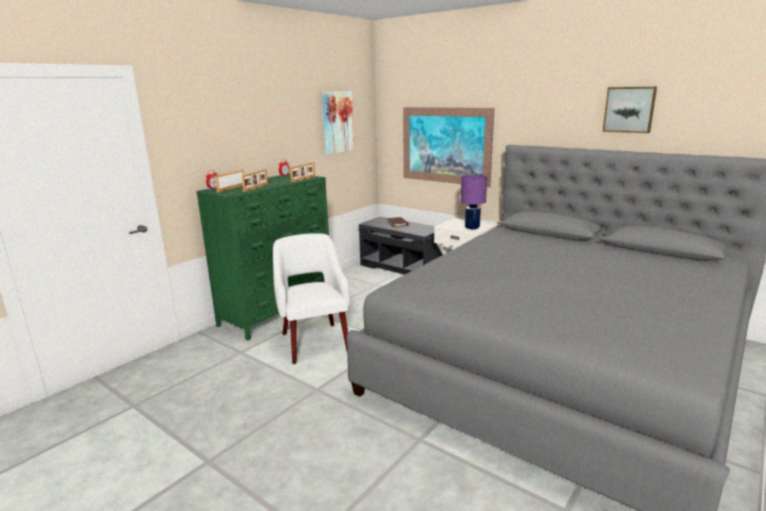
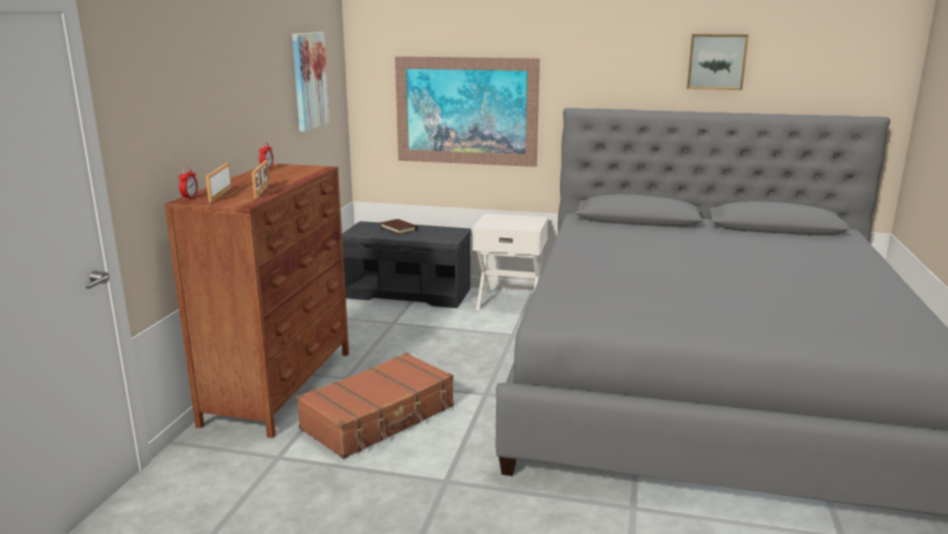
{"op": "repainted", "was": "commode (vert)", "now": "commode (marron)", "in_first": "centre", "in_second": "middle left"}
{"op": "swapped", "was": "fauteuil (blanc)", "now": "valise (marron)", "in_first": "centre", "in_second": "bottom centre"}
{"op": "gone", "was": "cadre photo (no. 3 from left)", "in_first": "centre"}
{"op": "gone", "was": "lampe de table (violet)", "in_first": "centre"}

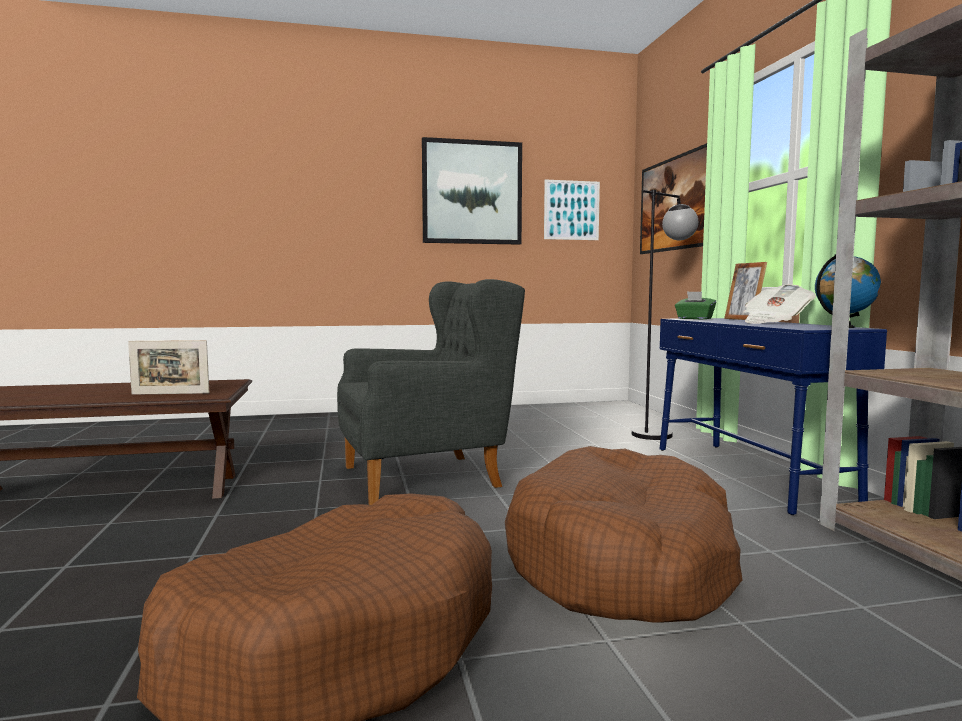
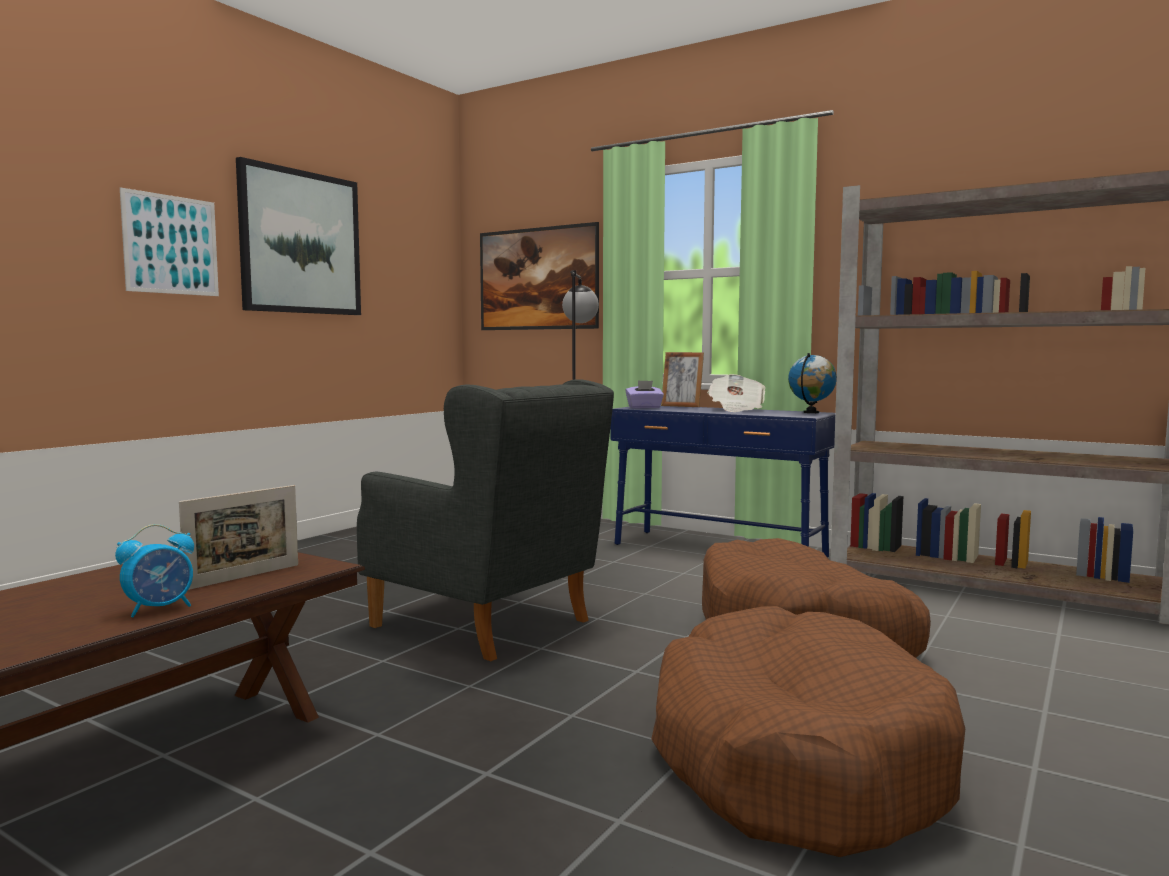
{"op": "rotated", "was": "fauteuil (gris)", "in_first": "centre", "in_second": "centre", "clockwise": 105}
{"op": "shifted", "was": "tableau (no. 2 from left in the first image)", "now": "tableau (no. 1 from left)", "in_first": "top centre", "in_second": "top left"}
{"op": "repainted", "was": "boîte à mouchoirs (vert)", "now": "boîte à mouchoirs (violet)", "in_first": "middle right", "in_second": "centre"}
{"op": "new", "now": "réveil", "in_second": "middle left"}

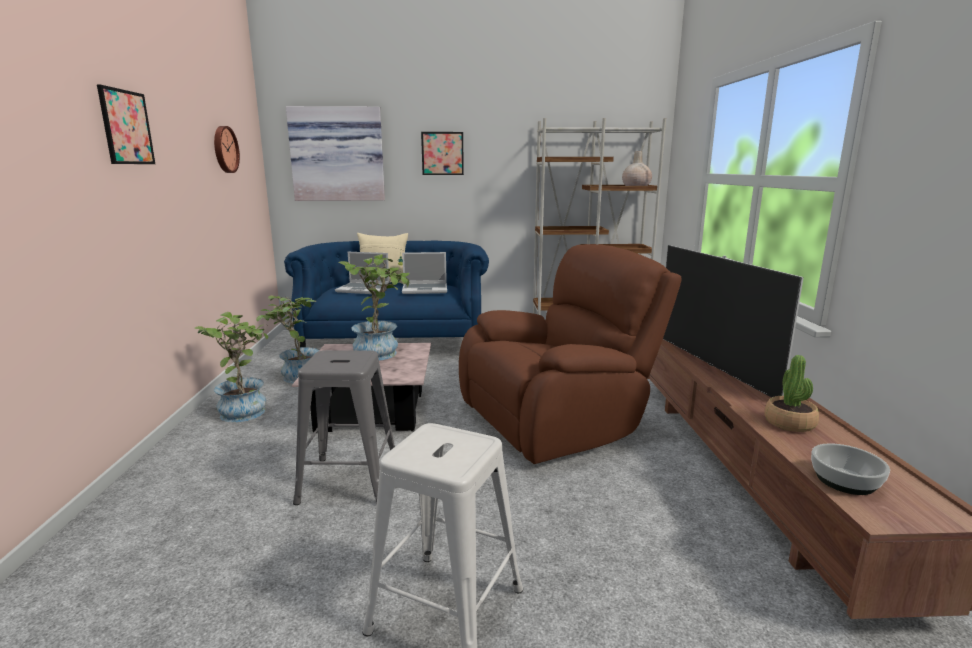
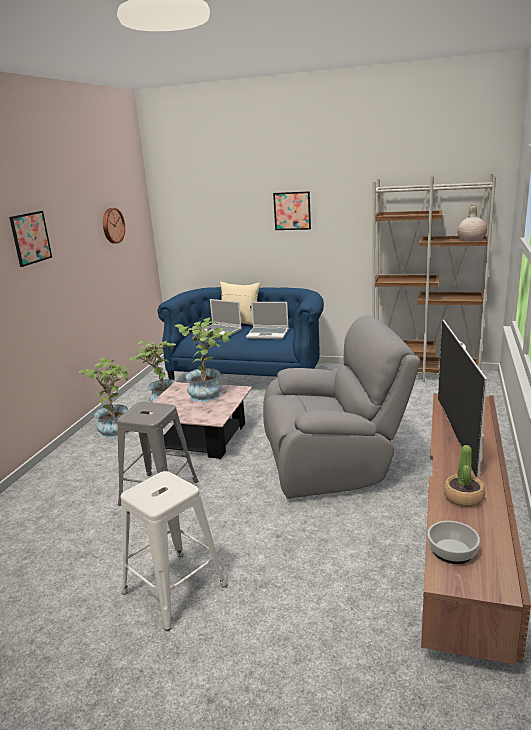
{"op": "gone", "was": "tableau (no. 2 from left)", "in_first": "top centre"}
{"op": "repainted", "was": "fauteuil (marron)", "now": "fauteuil (gris)", "in_first": "centre", "in_second": "centre"}

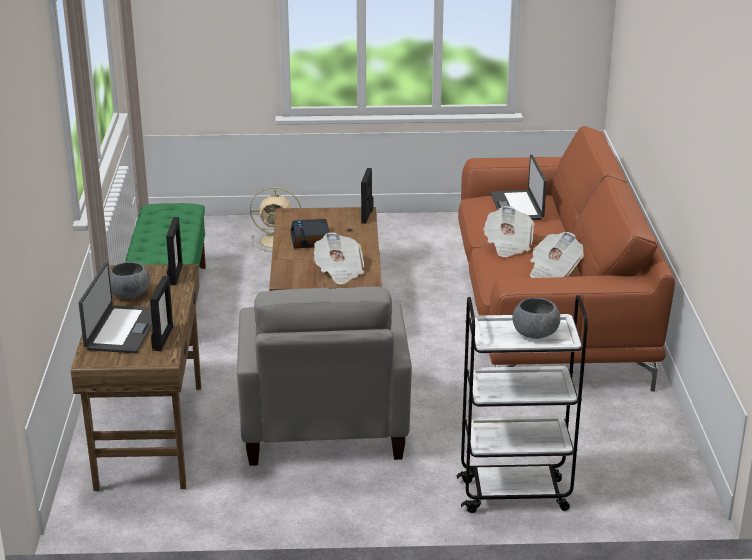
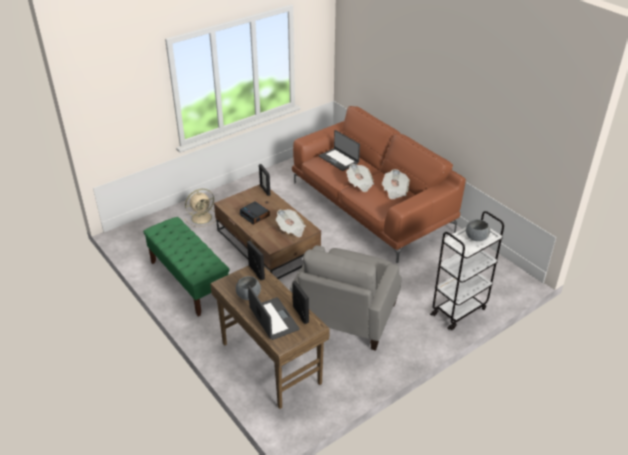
{"op": "rotated", "was": "fauteuil (gris)", "in_first": "bottom centre", "in_second": "centre", "clockwise": 60}

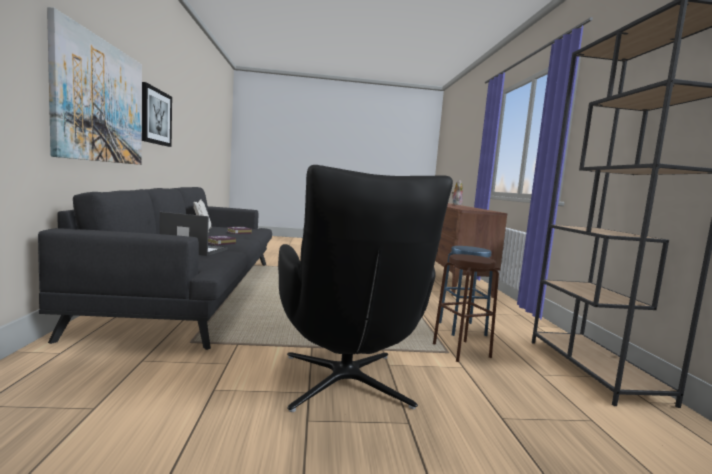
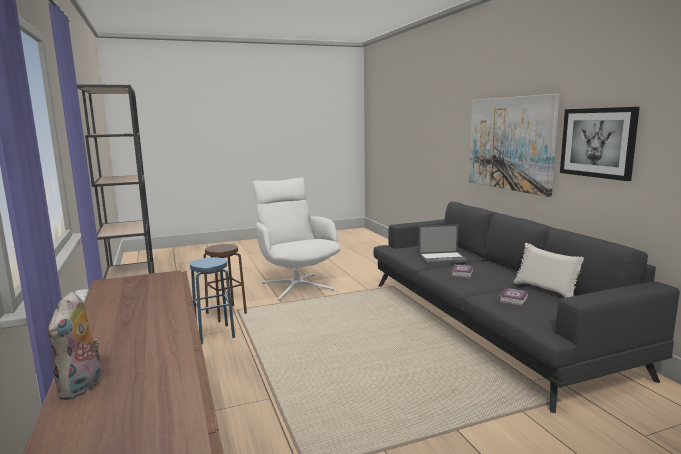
{"op": "repainted", "was": "fauteuil (noir)", "now": "fauteuil (blanc)", "in_first": "centre", "in_second": "centre"}

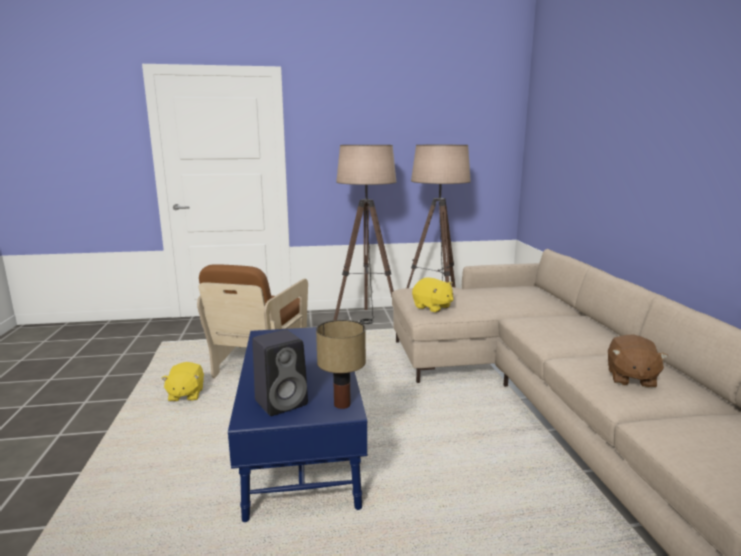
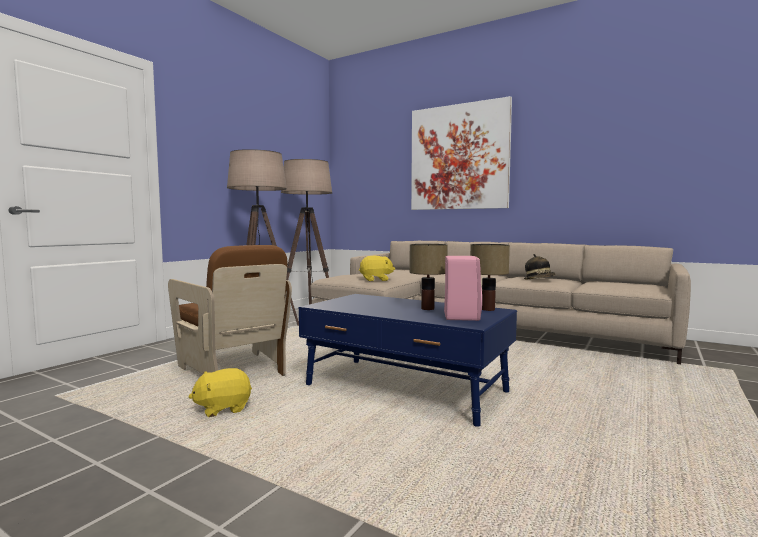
{"op": "rotated", "was": "peluche (jaune) (no. 1 from left)", "in_first": "bottom left", "in_second": "bottom left", "clockwise": 120}
{"op": "repainted", "was": "enceinte (noir)", "now": "enceinte (rose)", "in_first": "bottom centre", "in_second": "centre"}
{"op": "swapped", "was": "peluche (marron)", "now": "chapeau", "in_first": "middle right", "in_second": "middle right"}
{"op": "new", "now": "lampe de table (no. 1 from left)", "in_second": "centre"}
{"op": "new", "now": "tableau", "in_second": "top centre"}

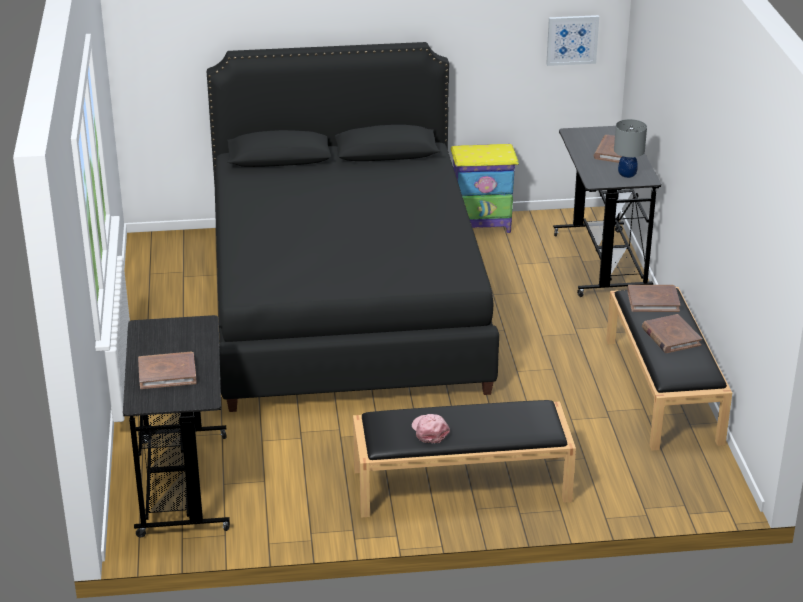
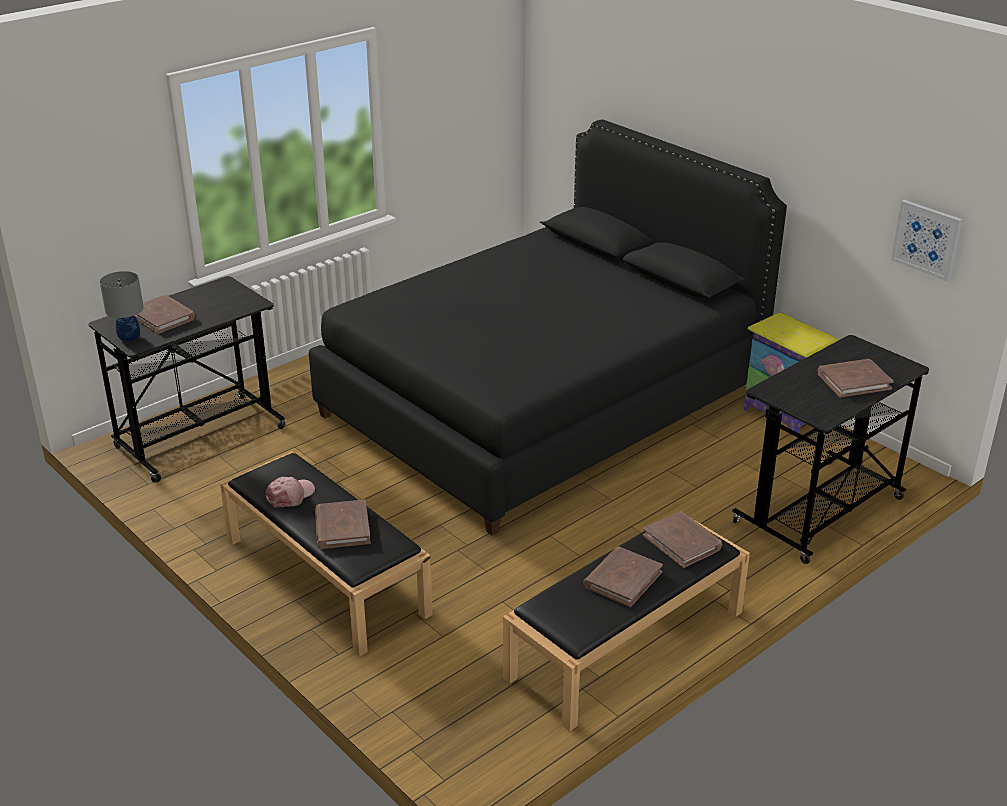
{"op": "shifted", "was": "lampe de table (gris)", "in_first": "top right", "in_second": "middle left"}
{"op": "new", "now": "livre (marron) (no. 2 from left)", "in_second": "centre"}

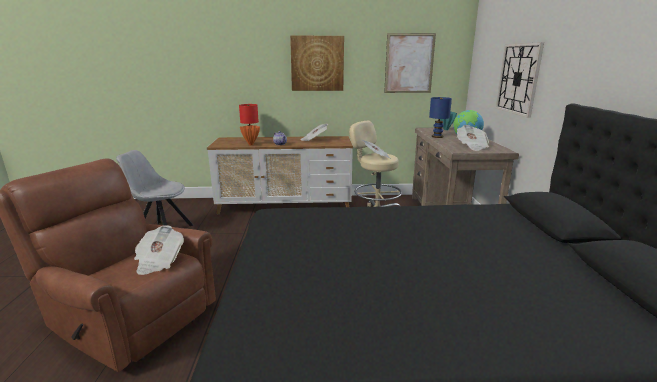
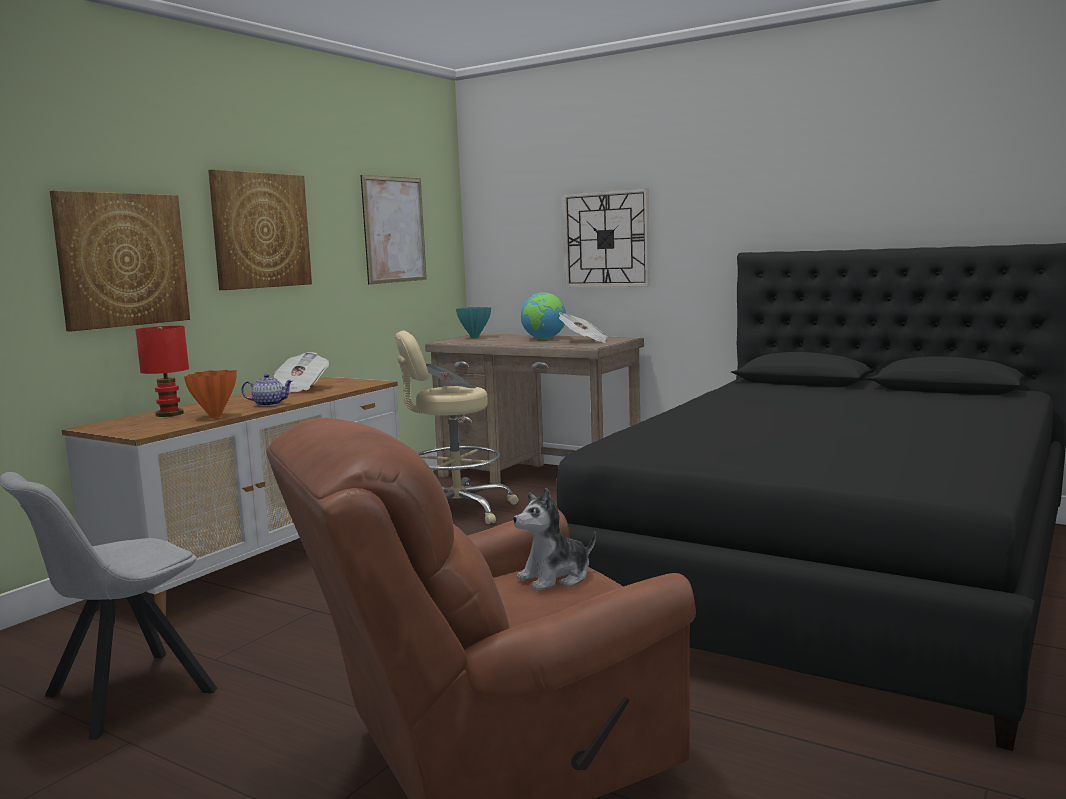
{"op": "swapped", "was": "journal (no. 1 from left)", "now": "peluche", "in_first": "middle left", "in_second": "bottom centre"}
{"op": "gone", "was": "lampe de table (bleu)", "in_first": "top right"}
{"op": "new", "now": "tableau (no. 1 from left)", "in_second": "top left"}

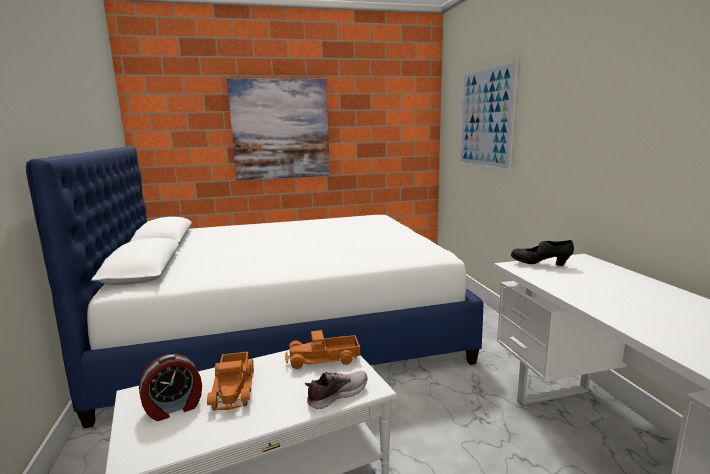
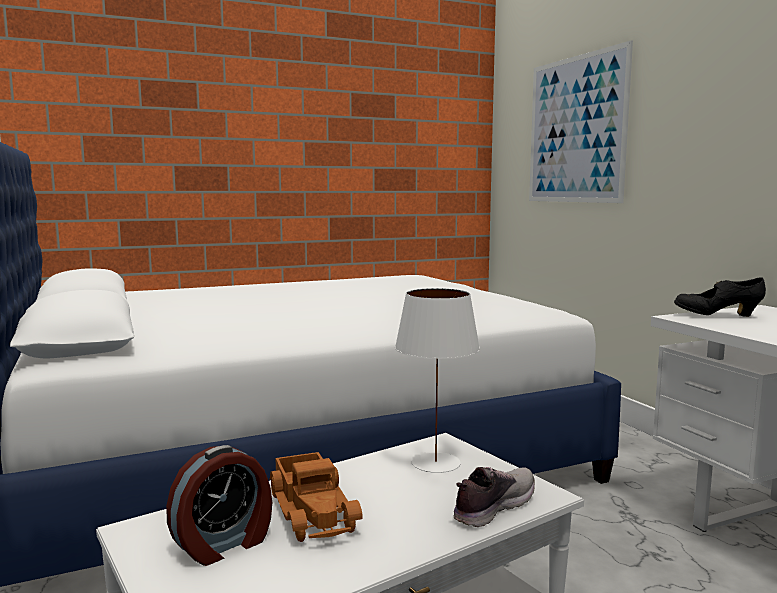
{"op": "gone", "was": "tableau (no. 1 from left)", "in_first": "top centre"}
{"op": "swapped", "was": "camion jouet (no. 2 from left)", "now": "lampe de table (blanc)", "in_first": "bottom centre", "in_second": "centre"}

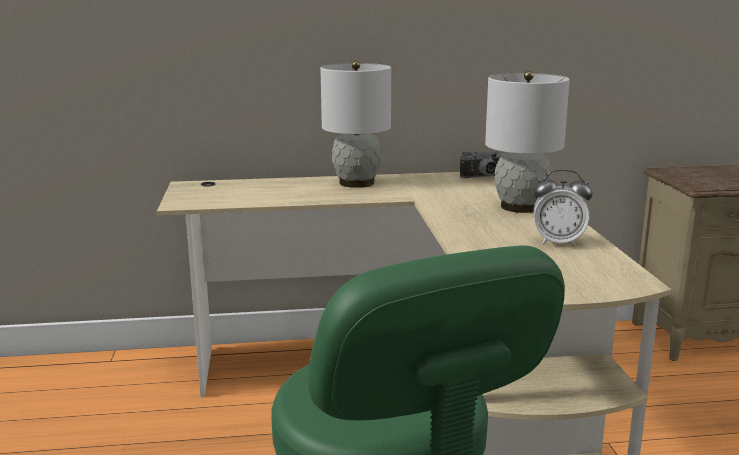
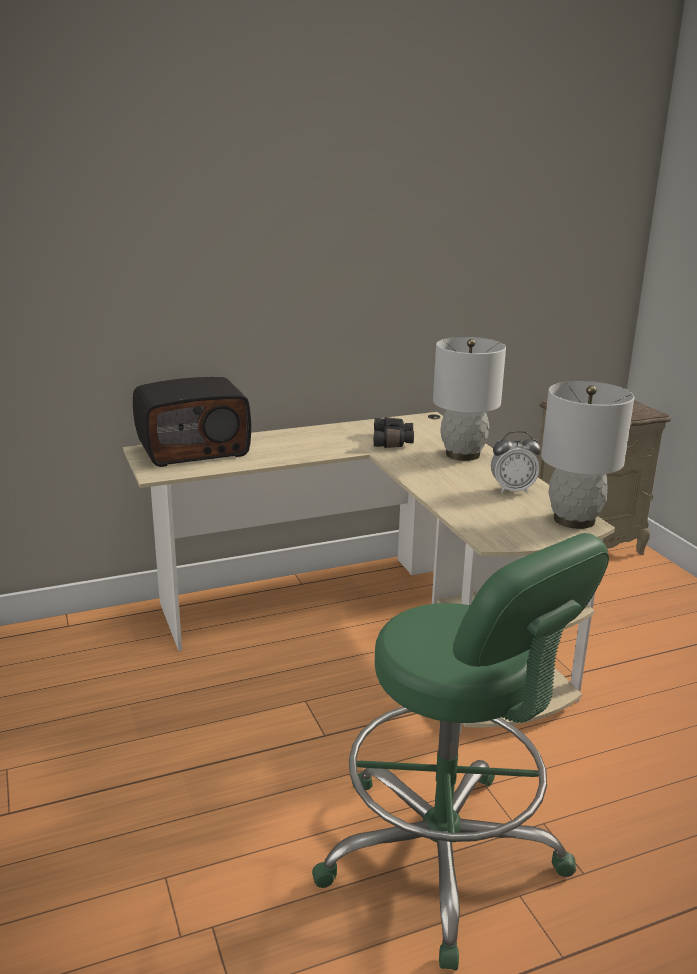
{"op": "shifted", "was": "lampe de table (blanc) (no. 1 from left in the first image)", "now": "lampe de table (blanc) (no. 2 from left)", "in_first": "top centre", "in_second": "middle right"}
{"op": "gone", "was": "appareil photo", "in_first": "centre"}
{"op": "new", "now": "radio", "in_second": "middle left"}
{"op": "new", "now": "jumelles (noir)", "in_second": "centre"}

